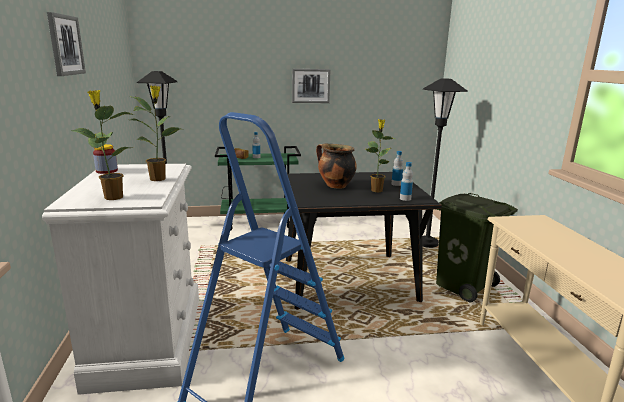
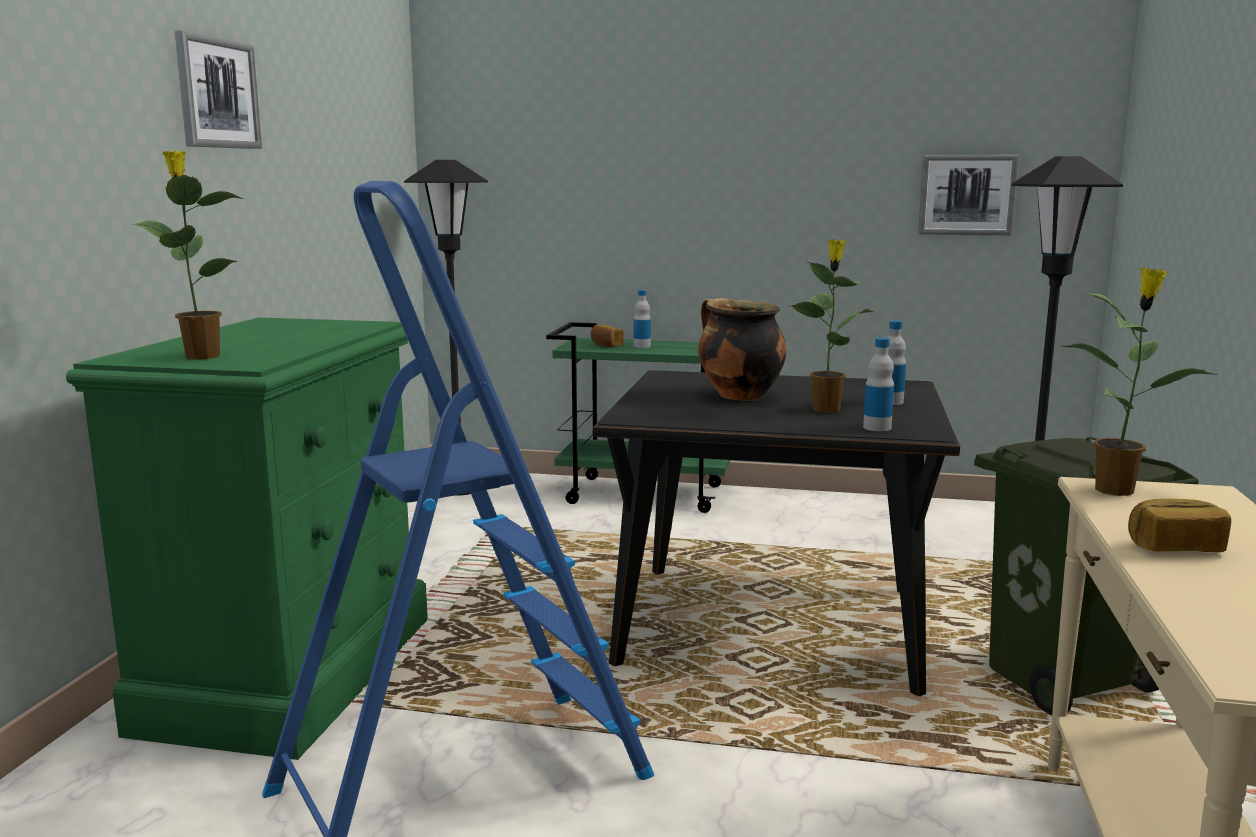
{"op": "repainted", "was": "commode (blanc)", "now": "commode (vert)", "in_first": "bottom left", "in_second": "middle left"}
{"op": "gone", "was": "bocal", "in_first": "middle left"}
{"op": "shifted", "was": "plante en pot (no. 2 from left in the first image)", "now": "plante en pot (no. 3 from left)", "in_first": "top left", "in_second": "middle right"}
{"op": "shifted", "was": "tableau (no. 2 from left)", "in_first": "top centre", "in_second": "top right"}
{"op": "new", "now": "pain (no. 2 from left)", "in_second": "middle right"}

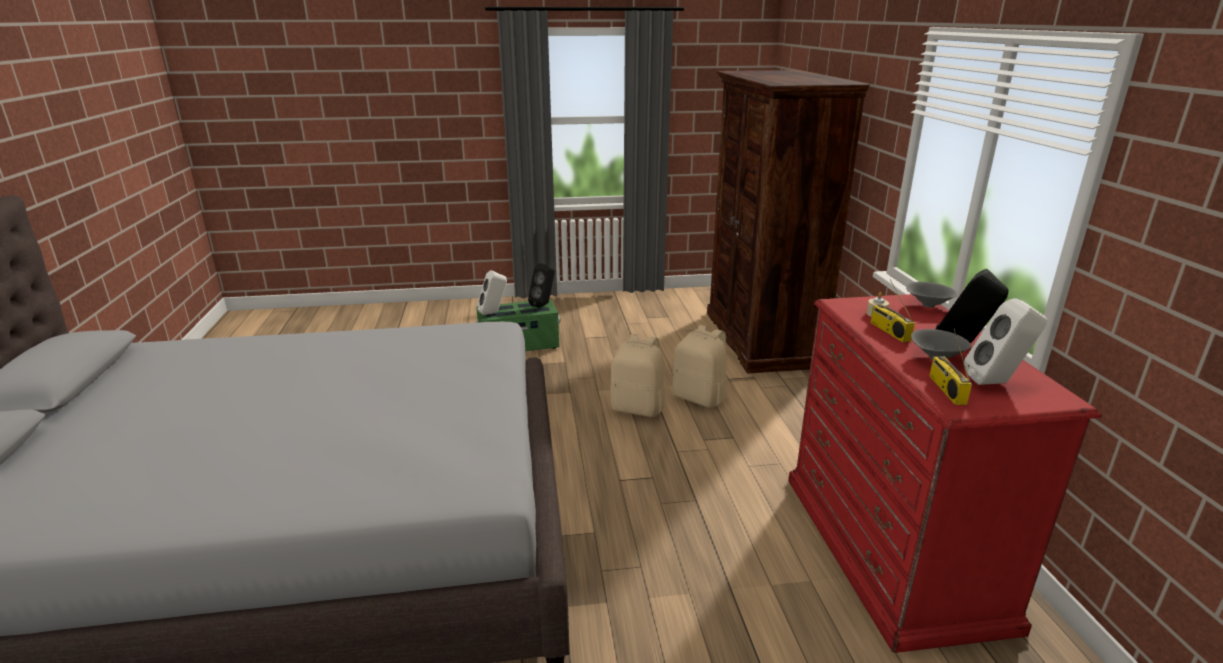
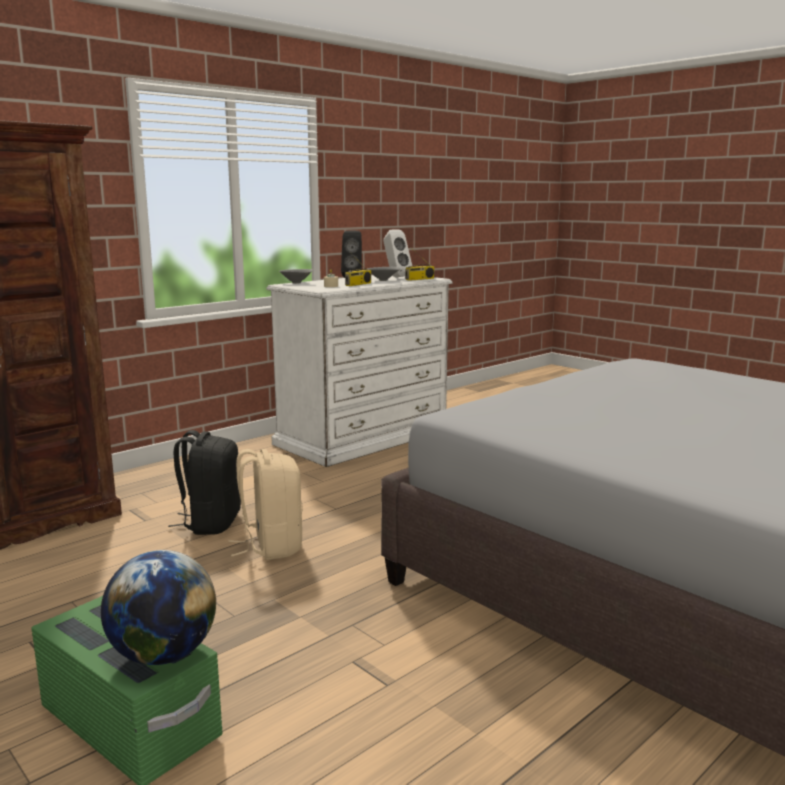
{"op": "swapped", "was": "enceinte (blanc) (no. 1 from left)", "now": "globe", "in_first": "centre", "in_second": "bottom left"}
{"op": "gone", "was": "enceinte (noir) (no. 1 from left)", "in_first": "centre"}
{"op": "repainted", "was": "sac à dos (beige) (no. 2 from left)", "now": "sac à dos (noir)", "in_first": "centre", "in_second": "middle left"}
{"op": "repainted", "was": "commode (rouge)", "now": "commode (blanc)", "in_first": "bottom right", "in_second": "centre"}

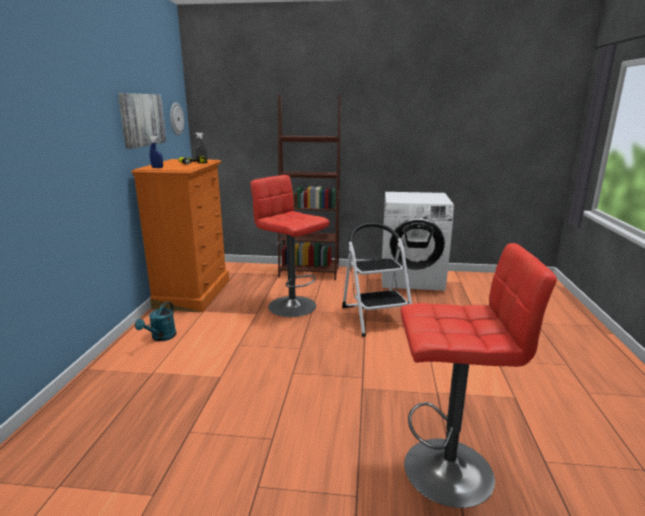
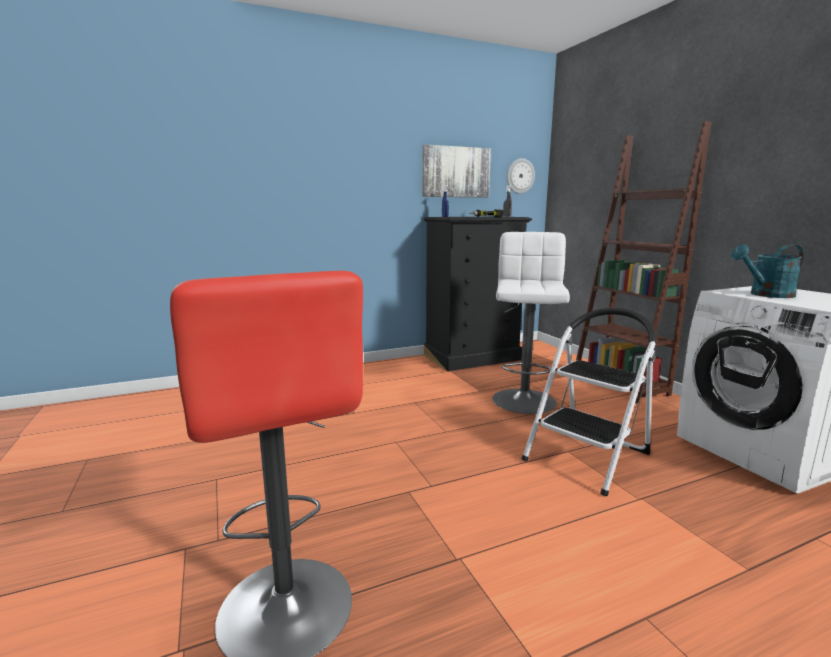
{"op": "repainted", "was": "commode (orange)", "now": "commode (noir)", "in_first": "middle left", "in_second": "centre"}
{"op": "shifted", "was": "arrosoir (turquoise)", "in_first": "middle left", "in_second": "middle right"}
{"op": "repainted", "was": "tabouret (rouge) (no. 1 from left)", "now": "tabouret (blanc)", "in_first": "centre", "in_second": "centre"}

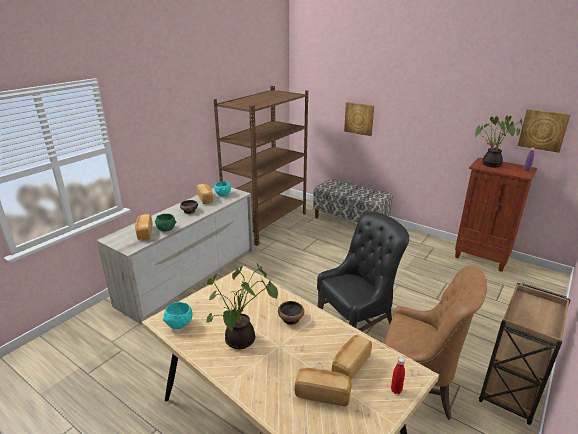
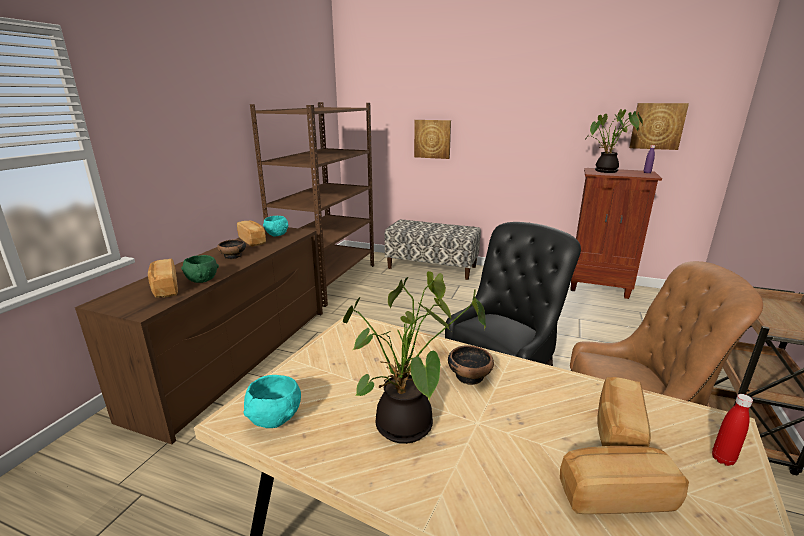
{"op": "repainted", "was": "commode (blanc)", "now": "commode (marron)", "in_first": "middle left", "in_second": "middle left"}

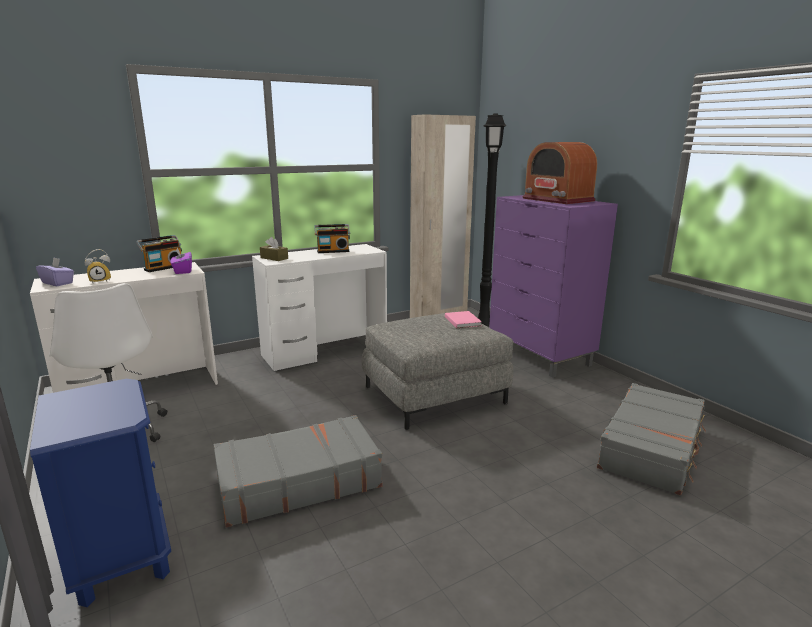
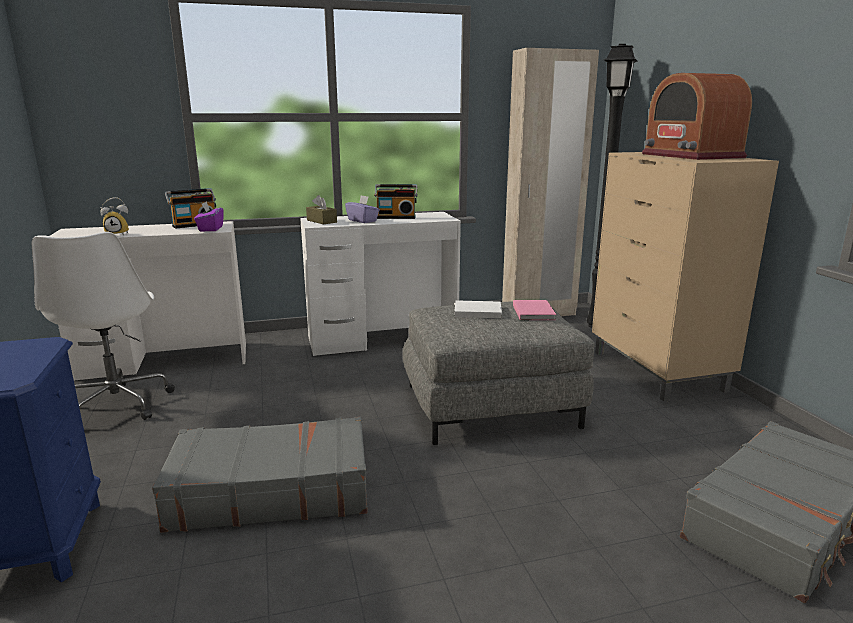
{"op": "shifted", "was": "boîte à mouchoirs (violet) (no. 1 from left in the first image)", "now": "boîte à mouchoirs (violet) (no. 2 from left)", "in_first": "middle left", "in_second": "centre"}
{"op": "repainted", "was": "commode (violet)", "now": "commode (beige)", "in_first": "middle right", "in_second": "middle right"}
{"op": "new", "now": "livre (blanc)", "in_second": "centre"}

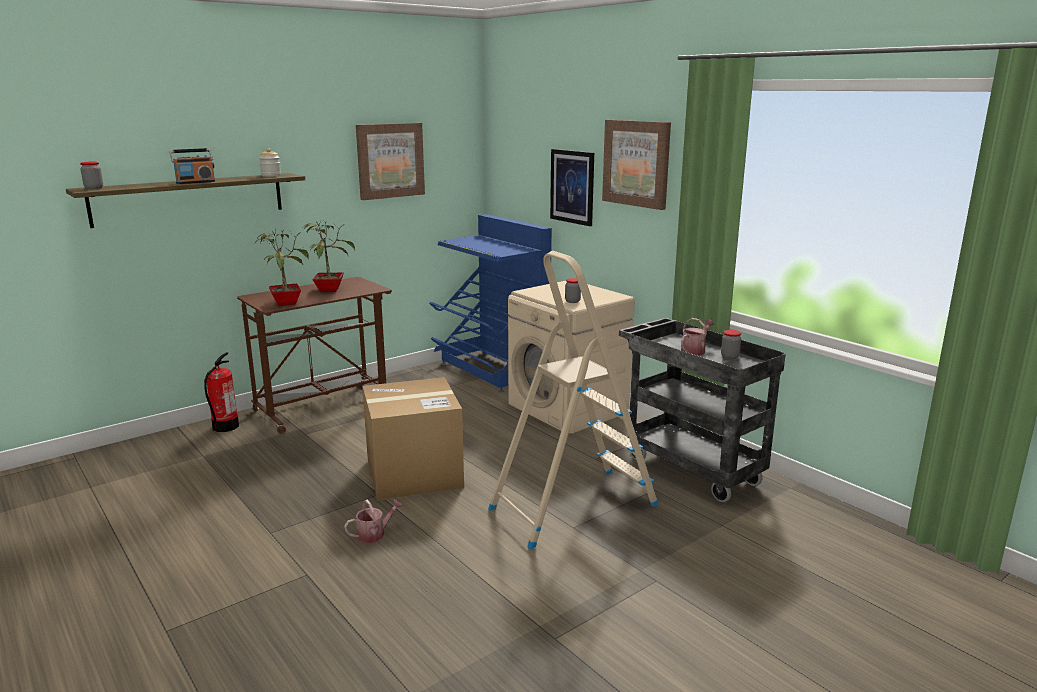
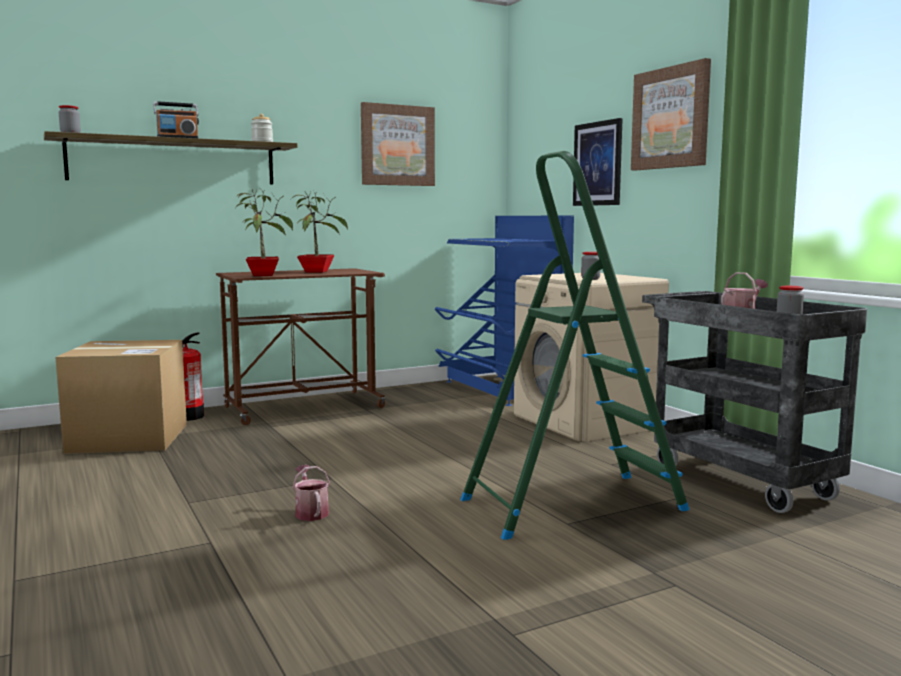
{"op": "rotated", "was": "arrosoir (no. 1 from left)", "in_first": "bottom centre", "in_second": "bottom centre", "clockwise": -90}
{"op": "shifted", "was": "carton", "in_first": "centre", "in_second": "middle left"}
{"op": "repainted", "was": "escabeau (beige)", "now": "escabeau (vert)", "in_first": "centre", "in_second": "centre"}

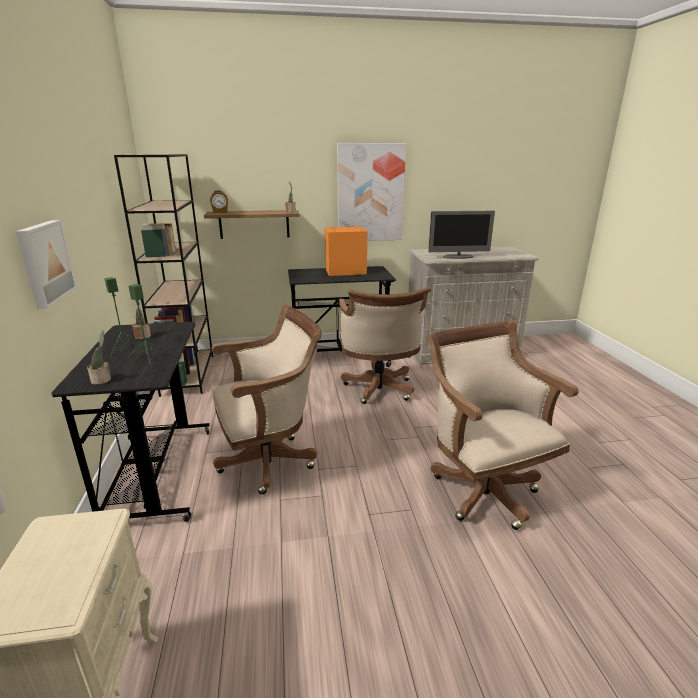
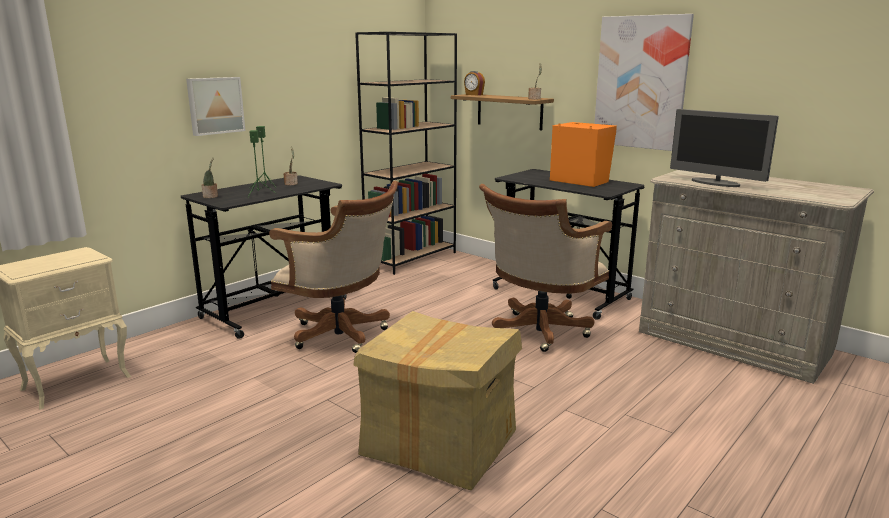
{"op": "swapped", "was": "chaise de bureau (no. 3 from left)", "now": "carton", "in_first": "middle right", "in_second": "bottom centre"}

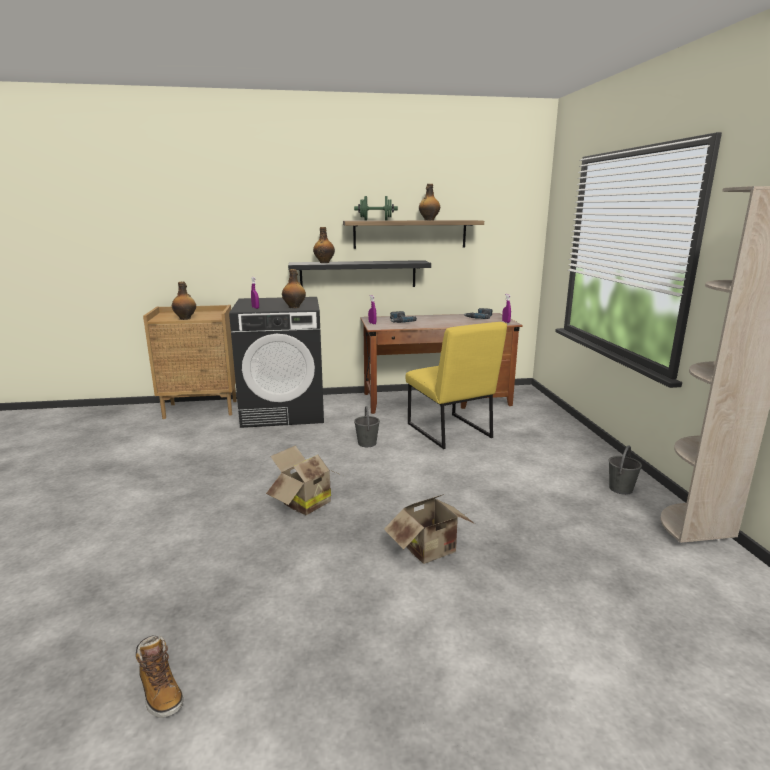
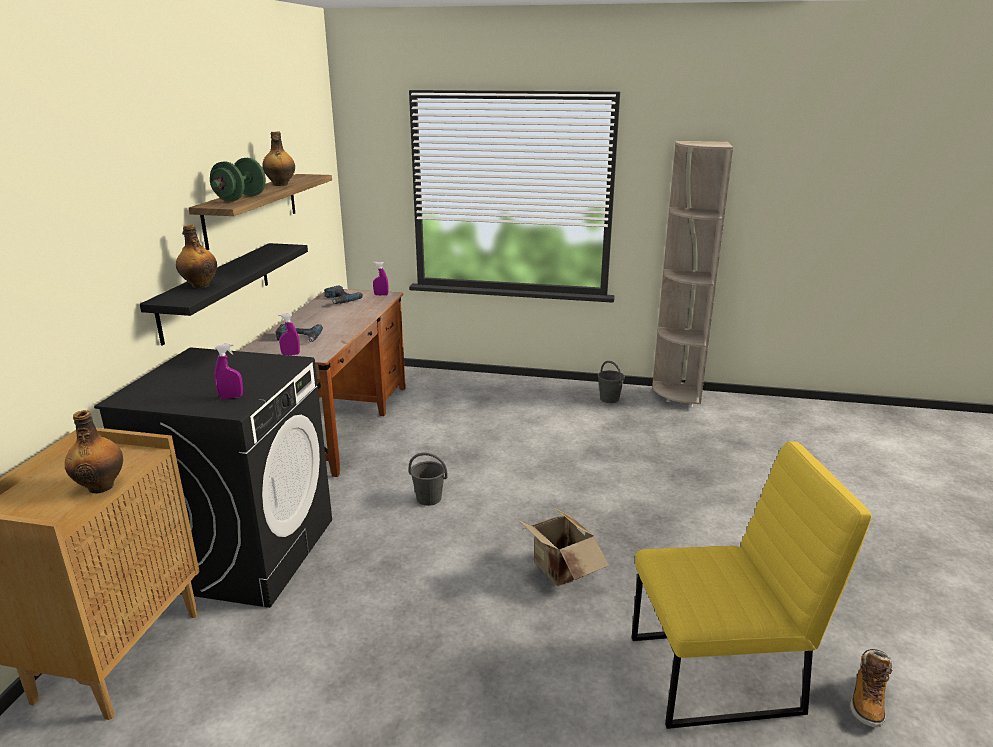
{"op": "rotated", "was": "botte", "in_first": "bottom left", "in_second": "bottom right", "clockwise": 135}
{"op": "gone", "was": "bouteille (no. 2 from left)", "in_first": "centre"}
{"op": "gone", "was": "carton (no. 2 from left)", "in_first": "bottom centre"}
{"op": "shifted", "was": "chaise (jaune)", "in_first": "centre", "in_second": "bottom right"}

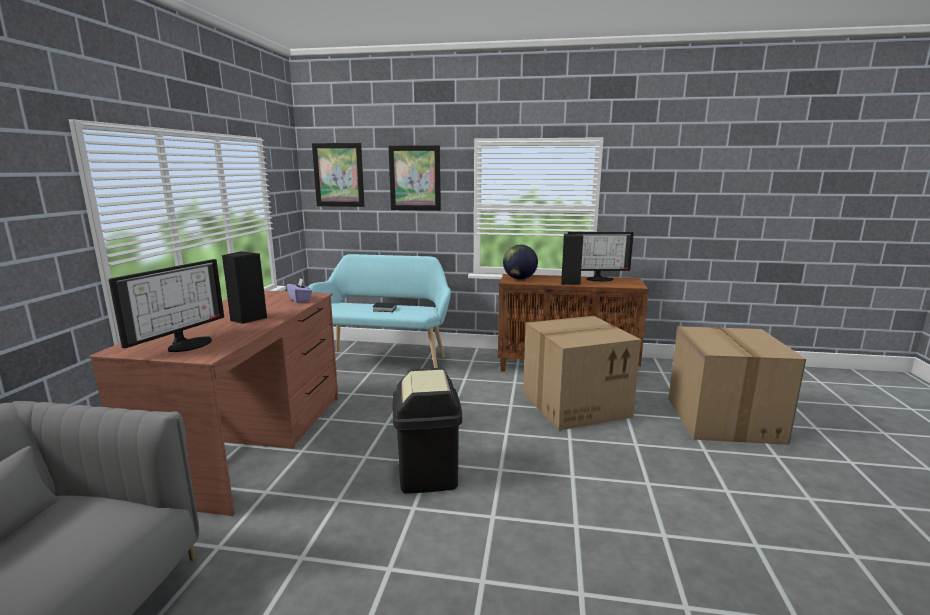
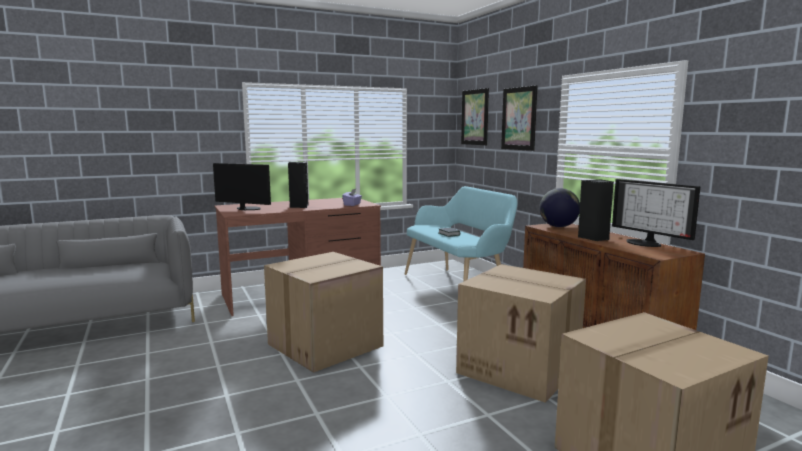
{"op": "rotated", "was": "écran d'ordinateur (no. 1 from left)", "in_first": "middle left", "in_second": "middle left", "clockwise": -150}
{"op": "swapped", "was": "poubelle (noir)", "now": "carton (no. 1 from left)", "in_first": "bottom centre", "in_second": "bottom centre"}

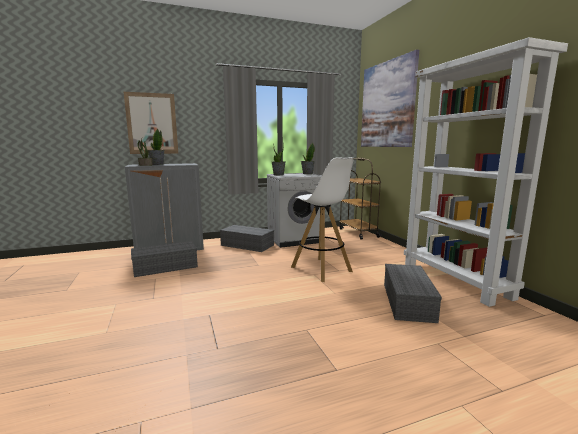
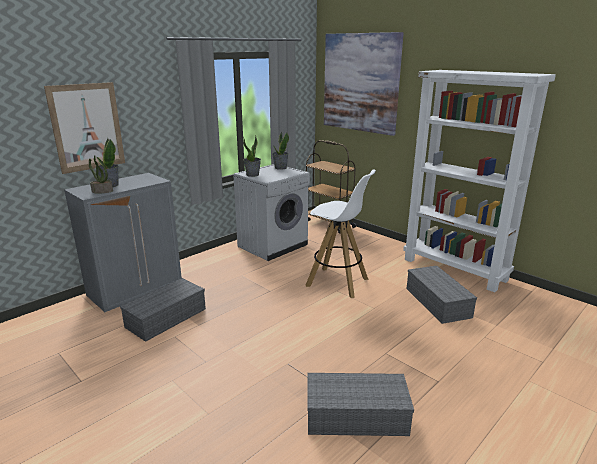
{"op": "shifted", "was": "boîte de rangement (gris) (no. 2 from left)", "in_first": "centre", "in_second": "bottom centre"}

